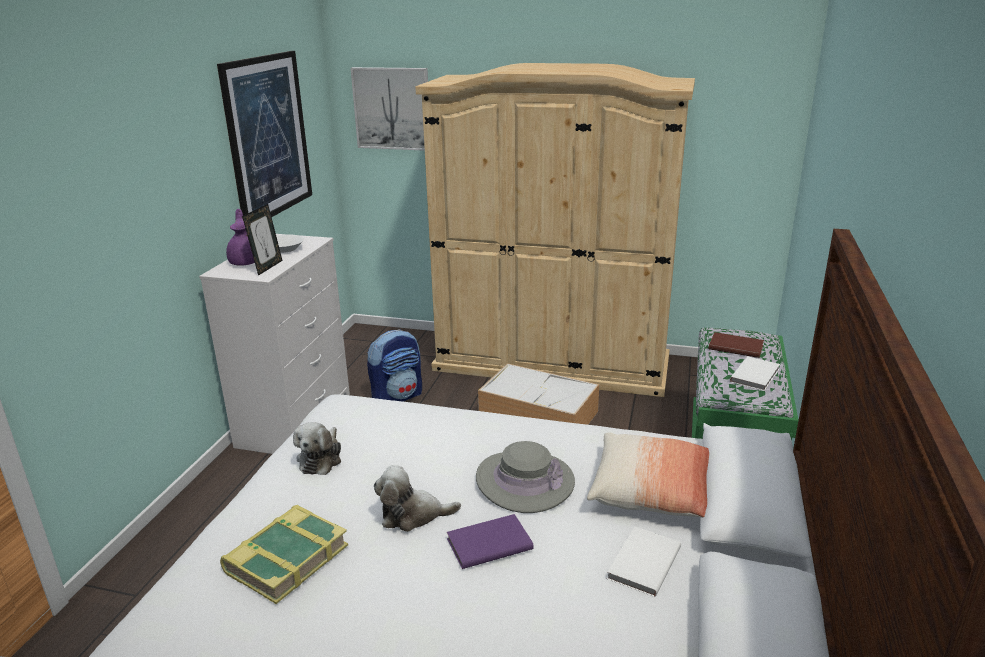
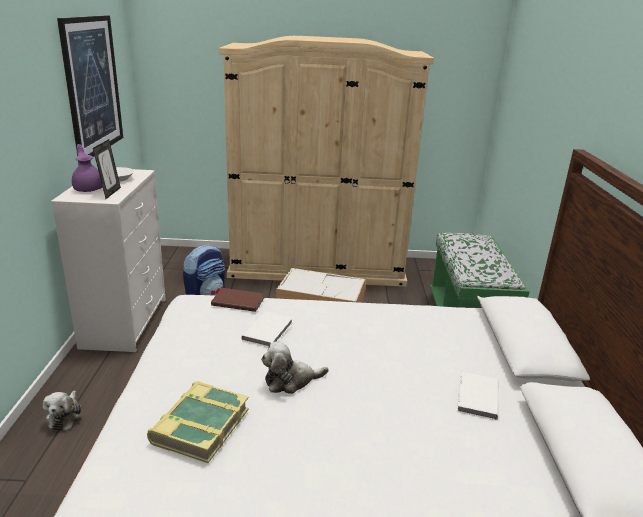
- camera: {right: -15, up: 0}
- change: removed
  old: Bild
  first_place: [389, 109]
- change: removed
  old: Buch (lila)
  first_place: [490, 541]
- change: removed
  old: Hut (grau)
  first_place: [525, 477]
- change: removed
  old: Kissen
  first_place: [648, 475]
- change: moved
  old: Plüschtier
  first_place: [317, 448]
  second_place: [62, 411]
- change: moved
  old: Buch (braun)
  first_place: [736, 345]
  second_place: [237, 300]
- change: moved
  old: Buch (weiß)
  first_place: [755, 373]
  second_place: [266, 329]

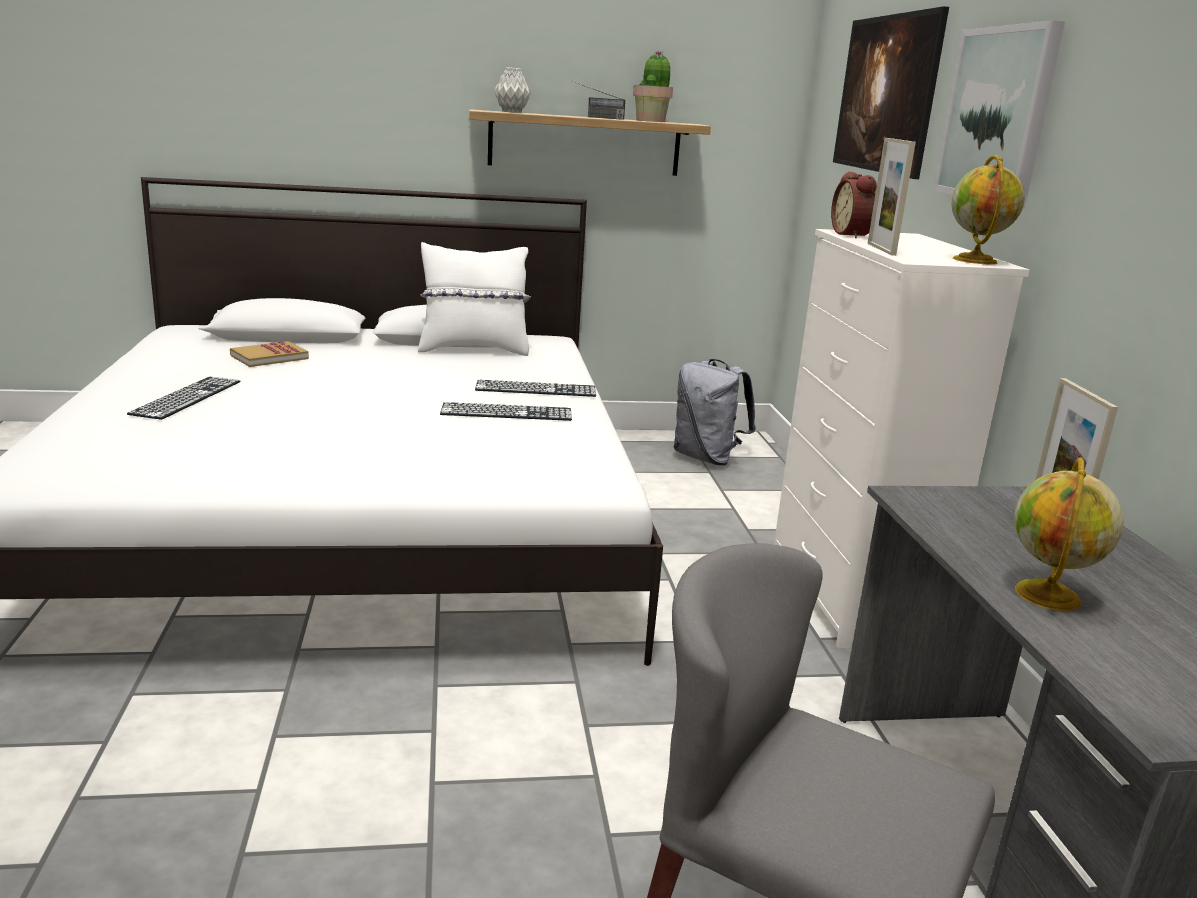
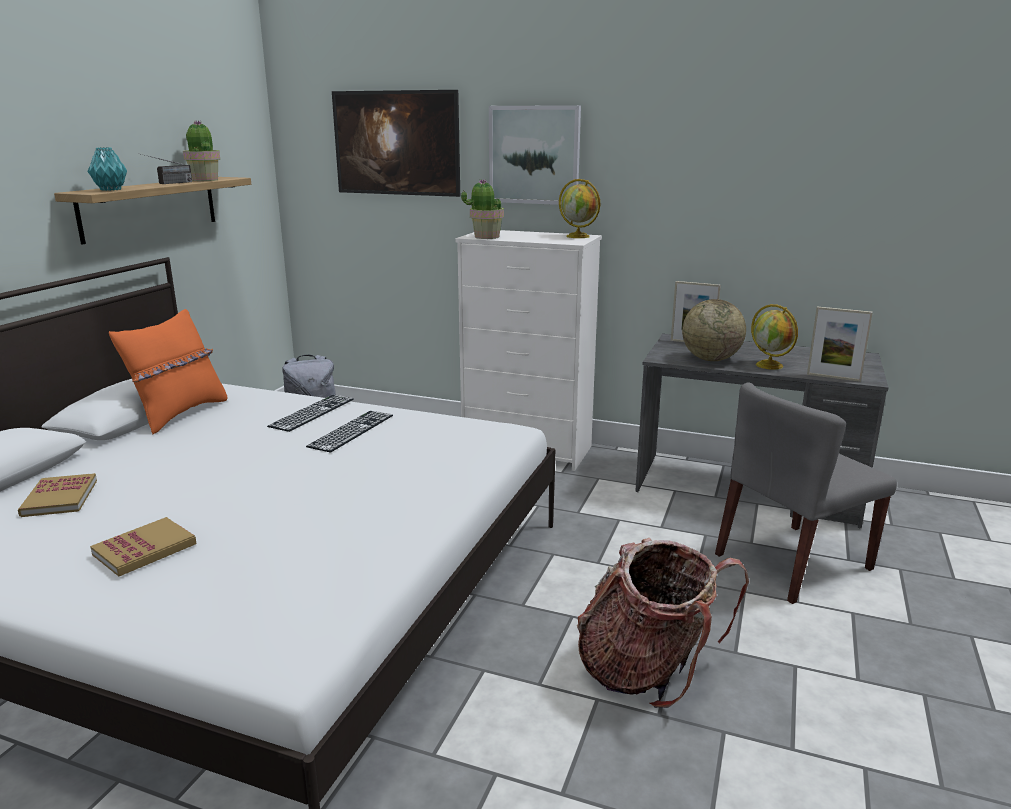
- camera: {right: -60, up: 0}
- change: added
  new: Rucksack
  second_place: [663, 623]
- change: added
  new: Globus
  second_place: [714, 330]
- change: moved
  old: Bilderrahmen
  first_place: [891, 197]
  second_place: [840, 344]
- change: replaced
  old: Tastatur
  new: Buch
  first_place: [183, 398]
  second_place: [143, 546]
- change: replaced
  old: Wecker
  new: Topfpflanze
  first_place: [854, 205]
  second_place: [482, 209]
- change: recoloured
  old: Kissen (weiß)
  new: Kissen (orange)
  first_place: [474, 299]
  second_place: [168, 371]
- change: recoloured
  old: Vase (grau)
  new: Vase (türkis)
  first_place: [512, 90]
  second_place: [107, 169]

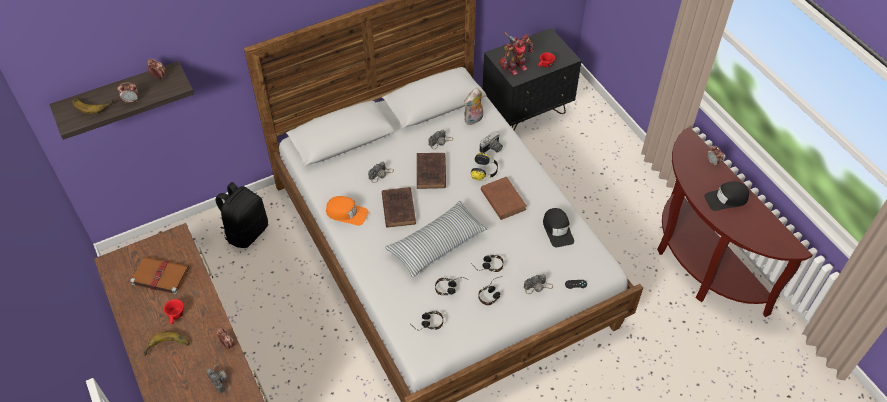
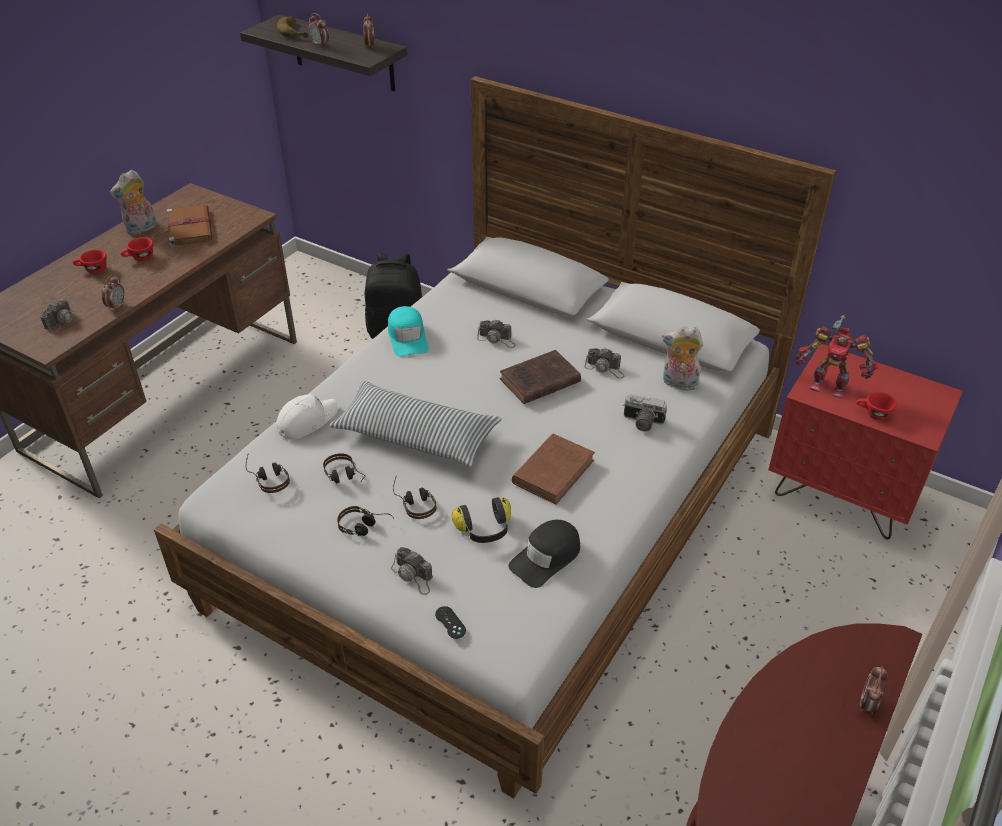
- camera: {right: 60, up: -10}
- change: removed
  old: Buch (braun)
  first_place: [399, 207]
- change: removed
  old: Kappe (schwarz)
  first_place: [726, 196]
- change: added
  new: Plüschtier
  second_place: [133, 202]
- change: added
  new: Kappe (weiß)
  second_place: [307, 416]
- change: moved
  old: Kopfhörer
  first_place: [484, 166]
  second_place: [481, 520]
- change: replaced
  old: Banane
  new: Tasse (rot)
  first_place: [167, 344]
  second_place: [89, 261]
- change: recoloured
  old: Kappe (orange)
  new: Kappe (türkis)
  first_place: [347, 211]
  second_place: [408, 331]
- change: recoloured
  old: Nachttisch (schwarz)
  new: Nachttisch (rot)
  first_place: [532, 79]
  second_place: [865, 441]

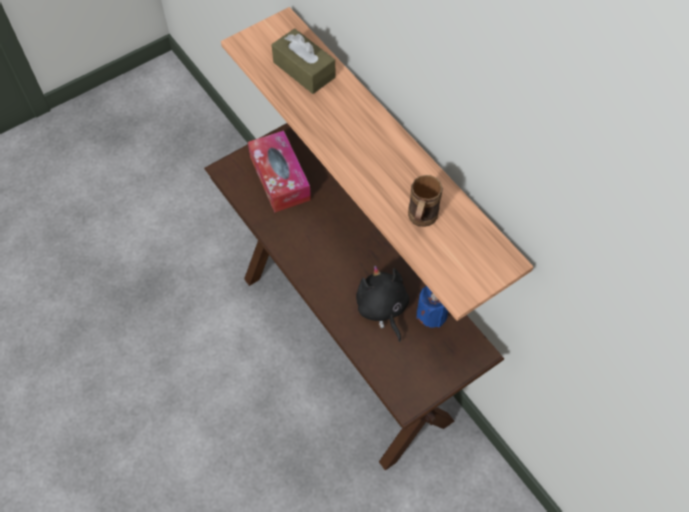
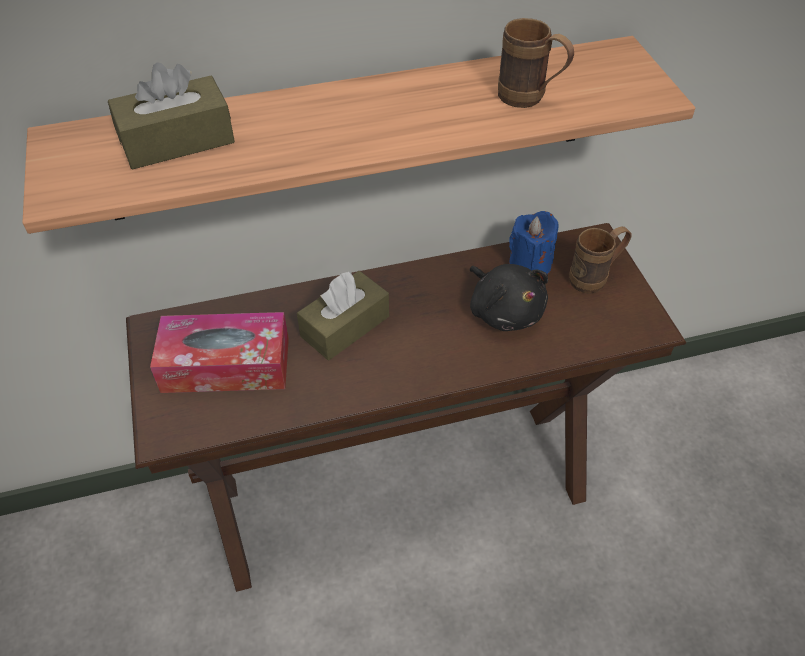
- camera: {right: -70, up: -10}
- change: added
  new: Taschentuchbox (braun)
  second_place: [343, 315]
- change: added
  new: Henkelbecher (braun)
  second_place: [600, 260]
- change: turned
  old: Plüschtier (schwarz)
  first_place: [382, 303]
  second_place: [508, 297]
  degrees: -120

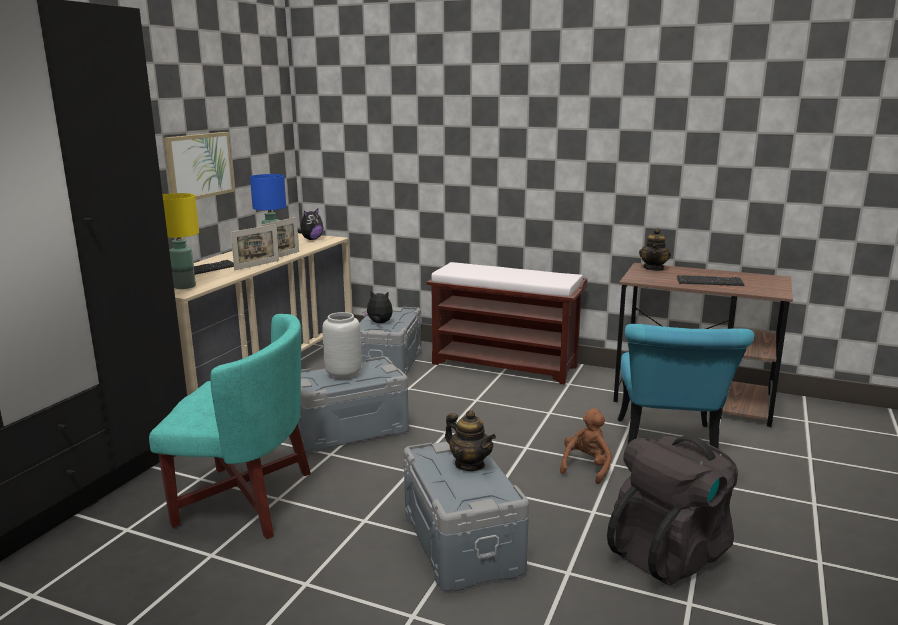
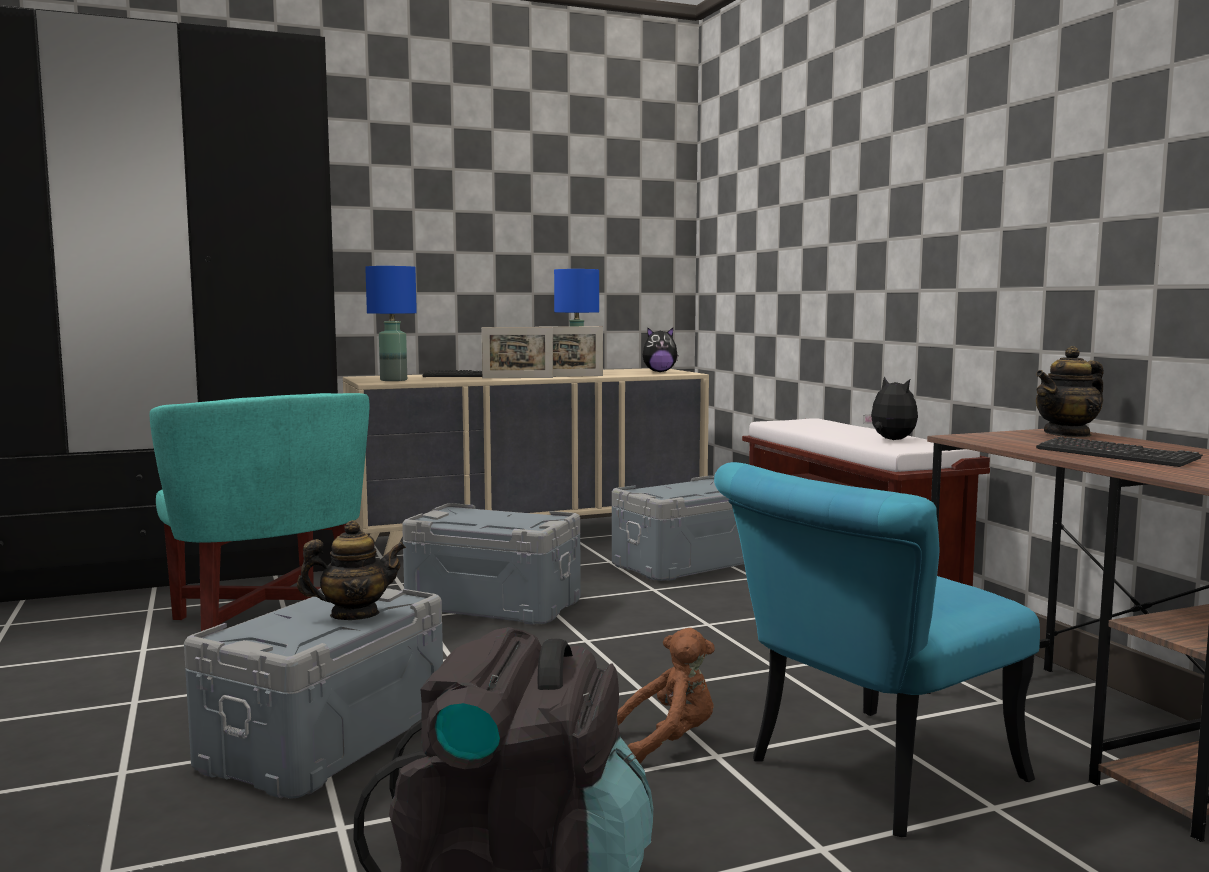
- camera: {right: 45, up: -10}
- change: removed
  old: Bild
  first_place: [199, 166]
- change: removed
  old: Vase (grau)
  first_place: [342, 345]
- change: moved
  old: Plüschtier
  first_place: [378, 307]
  second_place: [890, 408]
- change: recoloured
  old: Tischlampe (gelb)
  new: Tischlampe (blau)
  first_place: [180, 241]
  second_place: [391, 323]
- change: turned
  old: Teekanne
  first_place: [470, 440]
  second_place: [351, 570]
  degrees: -105

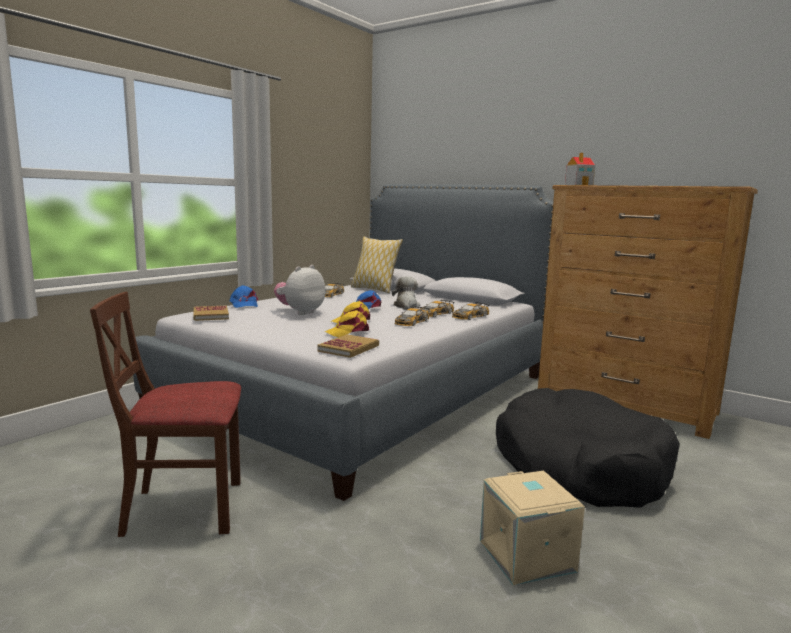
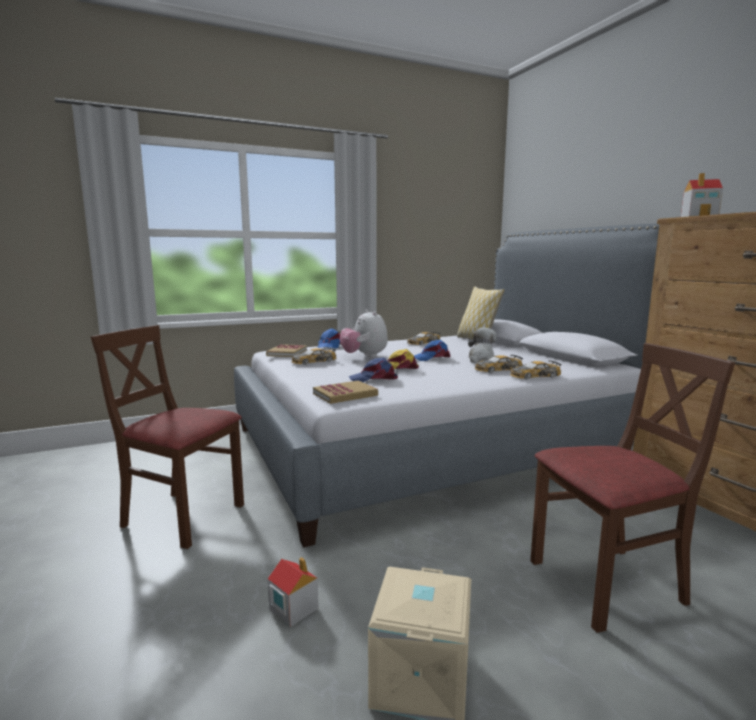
- camera: {right: 30, up: 0}
- change: added
  new: Spielzeughaus
  second_place: [293, 592]
- change: moved
  old: Spielzeugauto
  first_place: [412, 316]
  second_place: [314, 356]
- change: replaced
  old: Hundebett (schwarz)
  new: Stuhl (braun)
  first_place: [588, 448]
  second_place: [632, 488]
- change: recoloured
  old: Kappe (gelb)
  new: Kappe (blau)
  first_place: [347, 323]
  second_place: [373, 369]
- change: turned
  old: Plüschtier
  first_place: [299, 290]
  second_place: [364, 334]
  degrees: -90

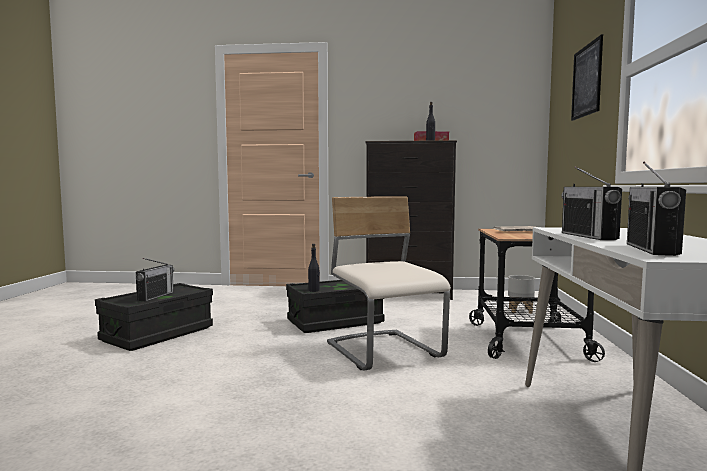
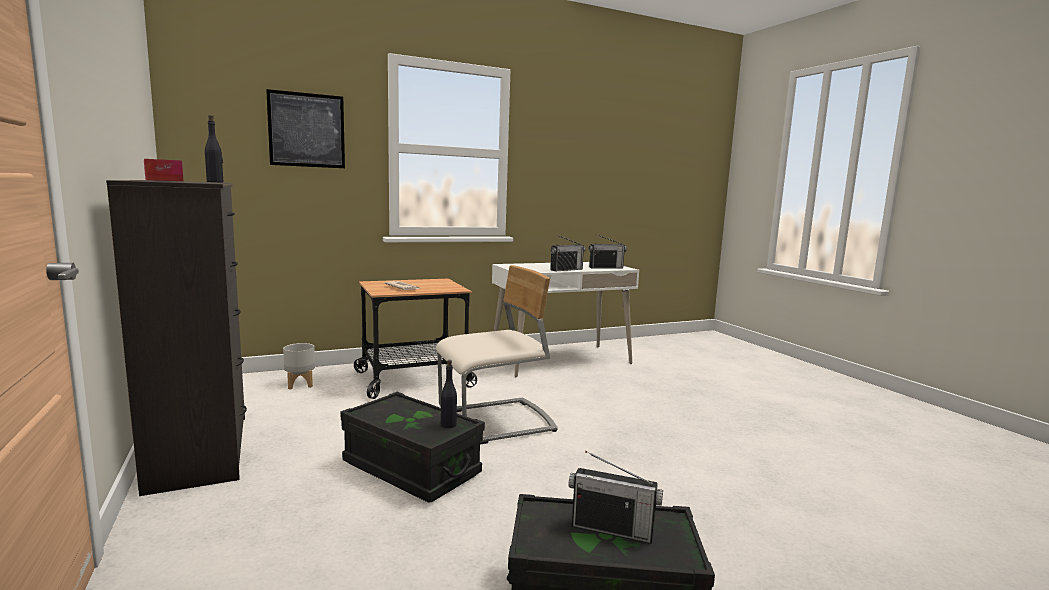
- camera: {right: -120, up: 5}
- change: turned
  old: Radio
  first_place: [155, 279]
  second_place: [616, 497]
  degrees: -150
- change: turned
  old: Stuhl (beige)
  first_place: [389, 283]
  second_place: [497, 354]
  degrees: -150

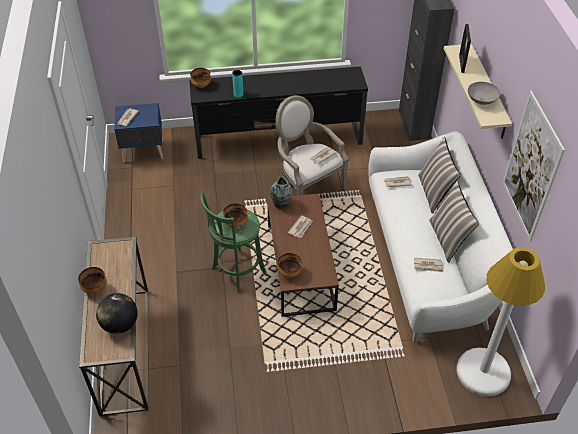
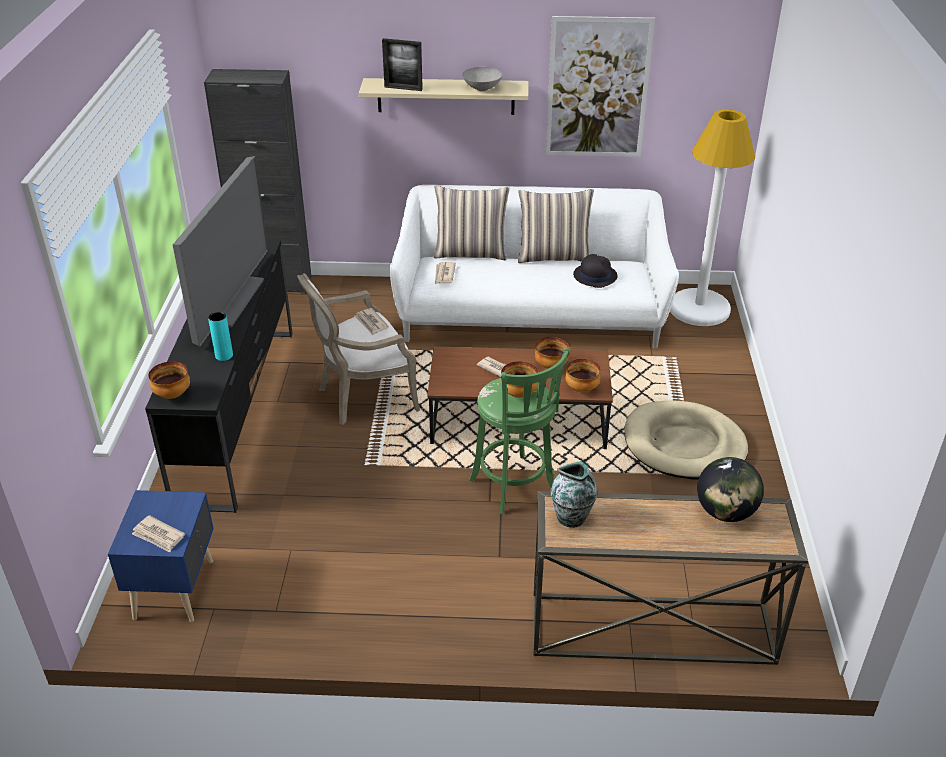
- camera: {right: -80, up: -10}
- change: added
  new: Fernseher
  second_place: [220, 251]
- change: added
  new: Hundebett (beige)
  second_place: [686, 440]
- change: moved
  old: Schüssel
  first_place: [92, 280]
  second_place: [552, 353]
- change: moved
  old: Vase
  first_place: [281, 192]
  second_place: [574, 494]
- change: replaced
  old: Zeitung
  new: Hut (schwarz)
  first_place: [428, 265]
  second_place: [595, 271]

